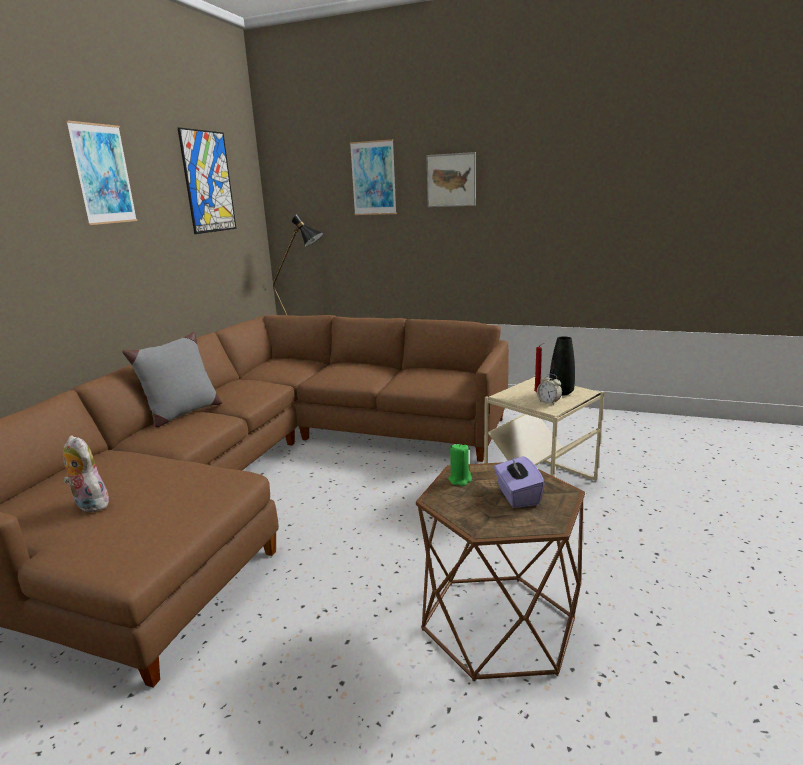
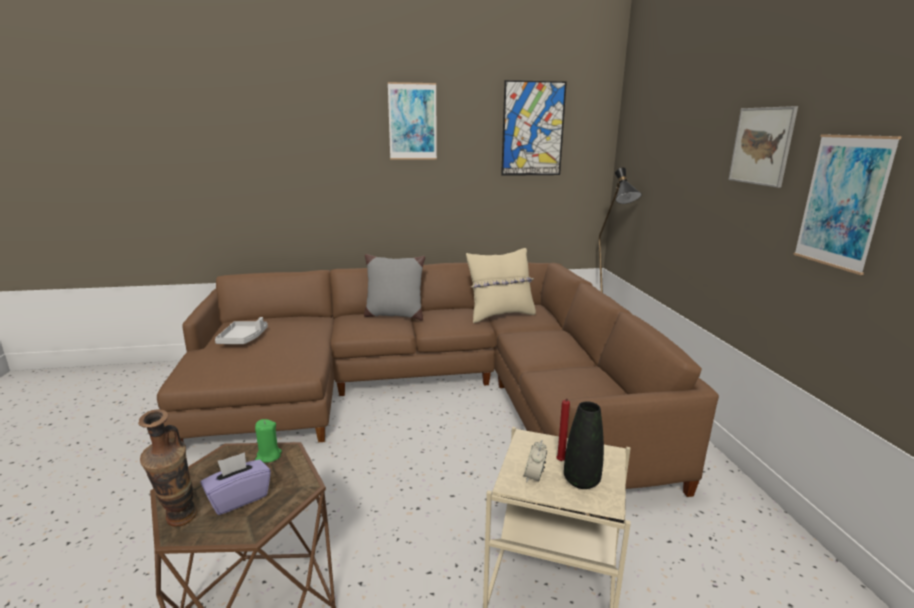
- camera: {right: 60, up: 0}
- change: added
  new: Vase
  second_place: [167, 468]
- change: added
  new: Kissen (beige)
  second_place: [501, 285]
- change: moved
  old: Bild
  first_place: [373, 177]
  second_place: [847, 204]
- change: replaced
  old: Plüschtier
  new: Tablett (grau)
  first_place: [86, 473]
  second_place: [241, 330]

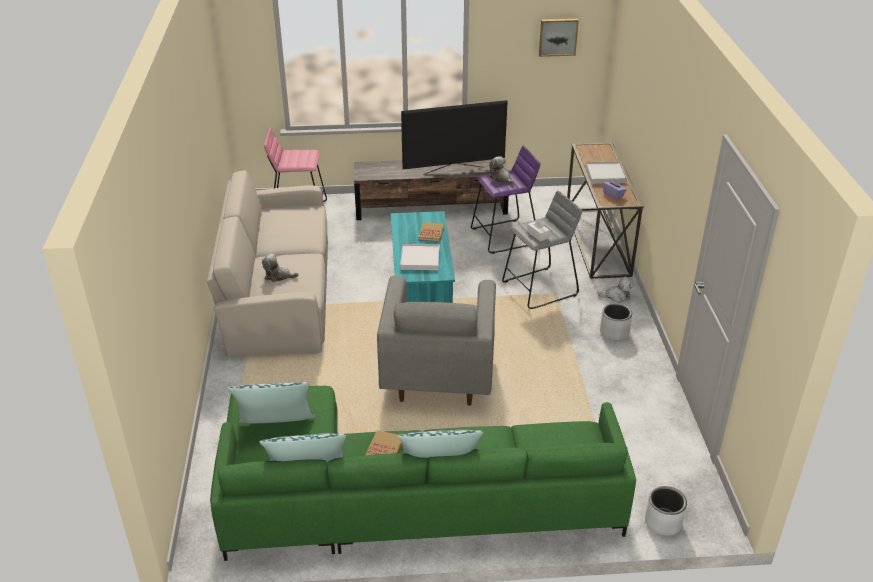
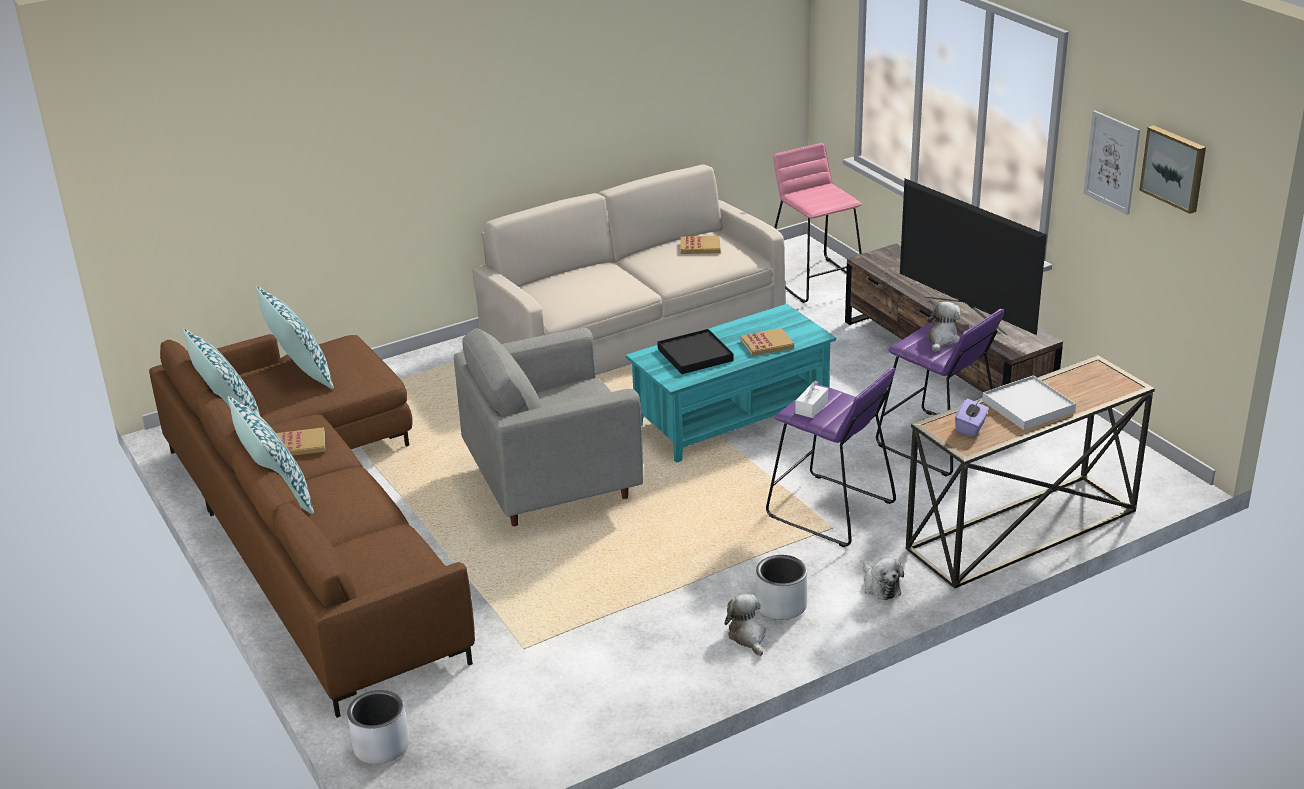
- camera: {right: 65, up: -5}
- change: added
  new: Buch
  second_place: [700, 244]
- change: added
  new: Bild
  second_place: [1112, 162]
- change: moved
  old: Plüschtier
  first_place: [280, 268]
  second_place: [745, 625]
- change: recoloured
  old: Sofa (grün)
  new: Sofa (braun)
  first_place: [423, 473]
  second_place: [312, 526]
- change: recoloured
  old: Tablett (weiß)
  new: Tablett (schwarz)
  first_place: [419, 257]
  second_place: [695, 351]
- change: recoloured
  old: Hocker (grau)
  new: Hocker (lila)
  first_place: [542, 249]
  second_place: [831, 457]

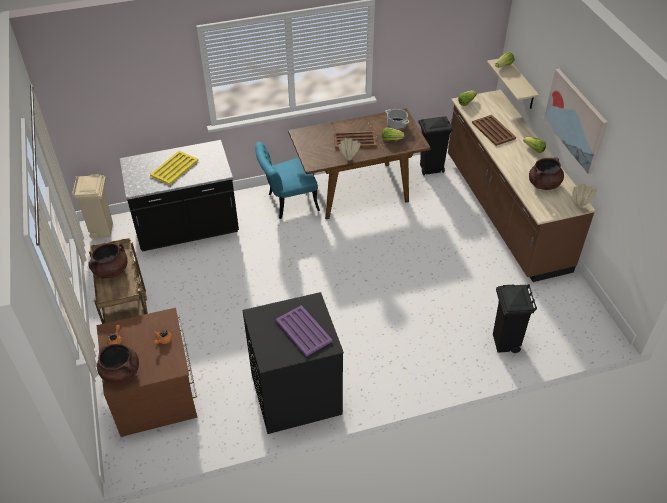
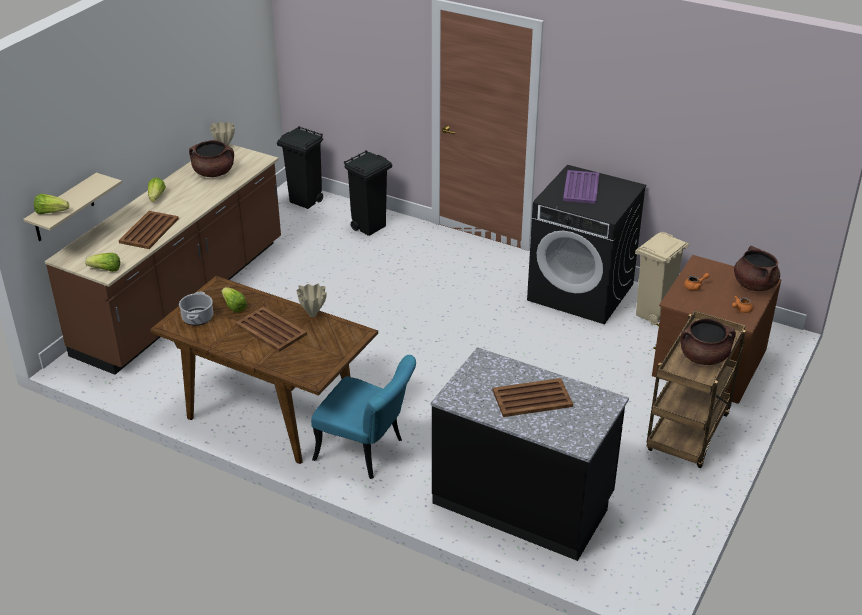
- camera: {right: -135, up: -10}
- change: removed
  old: Bild
  first_place: [575, 121]
- change: moved
  old: Mülleimer (beige)
  first_place: [92, 206]
  second_place: [662, 278]
- change: moved
  old: Mülleimer (schwarz)
  first_place: [435, 145]
  second_place: [300, 167]
- change: recoloured
  old: Tablett (gelb)
  new: Tablett (braun)
  first_place: [174, 168]
  second_place: [533, 397]

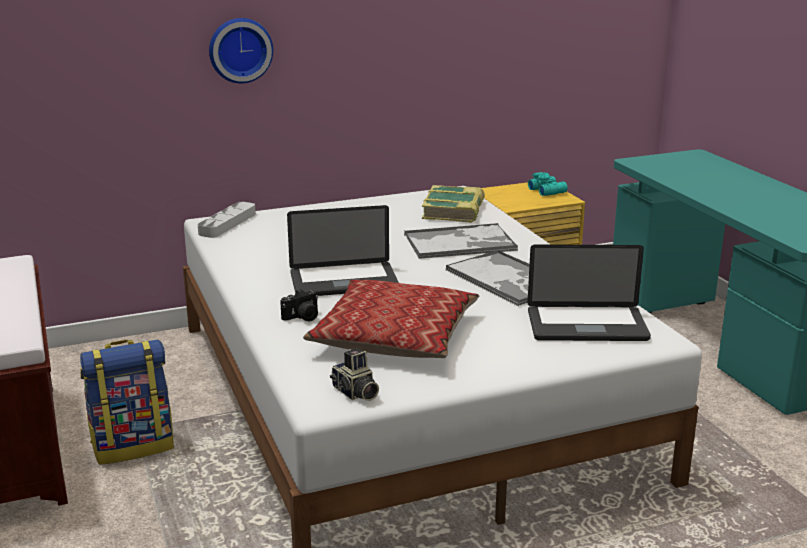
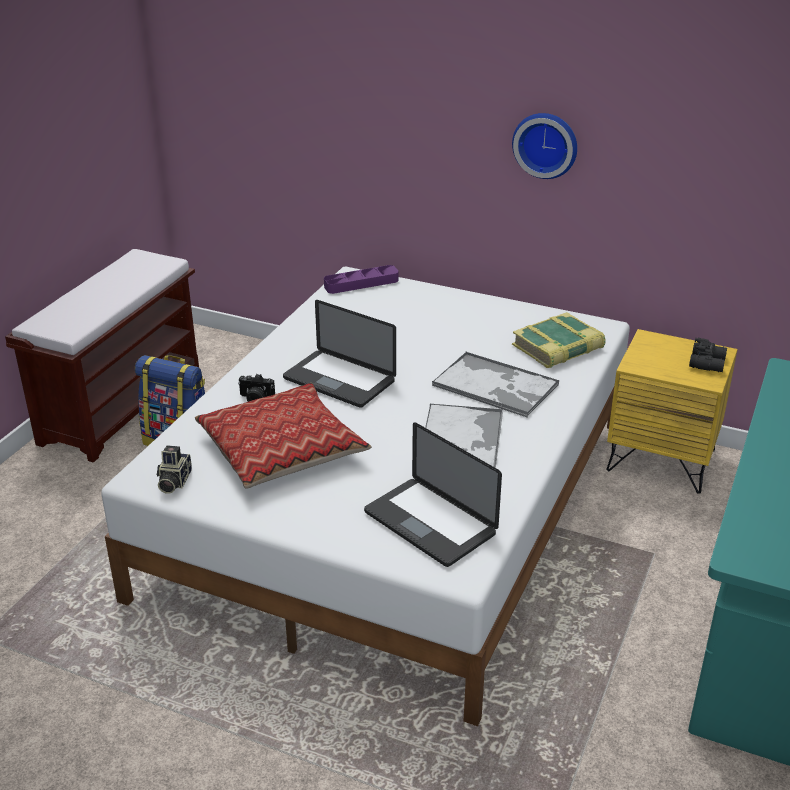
- camera: {right: 45, up: 10}
- change: moved
  old: Wanduhr
  first_place: [241, 50]
  second_place: [544, 146]
- change: recoloured
  old: Tablett (grau)
  new: Tablett (lila)
  first_place: [227, 220]
  second_place: [361, 279]
- change: recoloured
  old: Fernglas (türkis)
  new: Fernglas (schwarz)
  first_place: [548, 184]
  second_place: [708, 354]

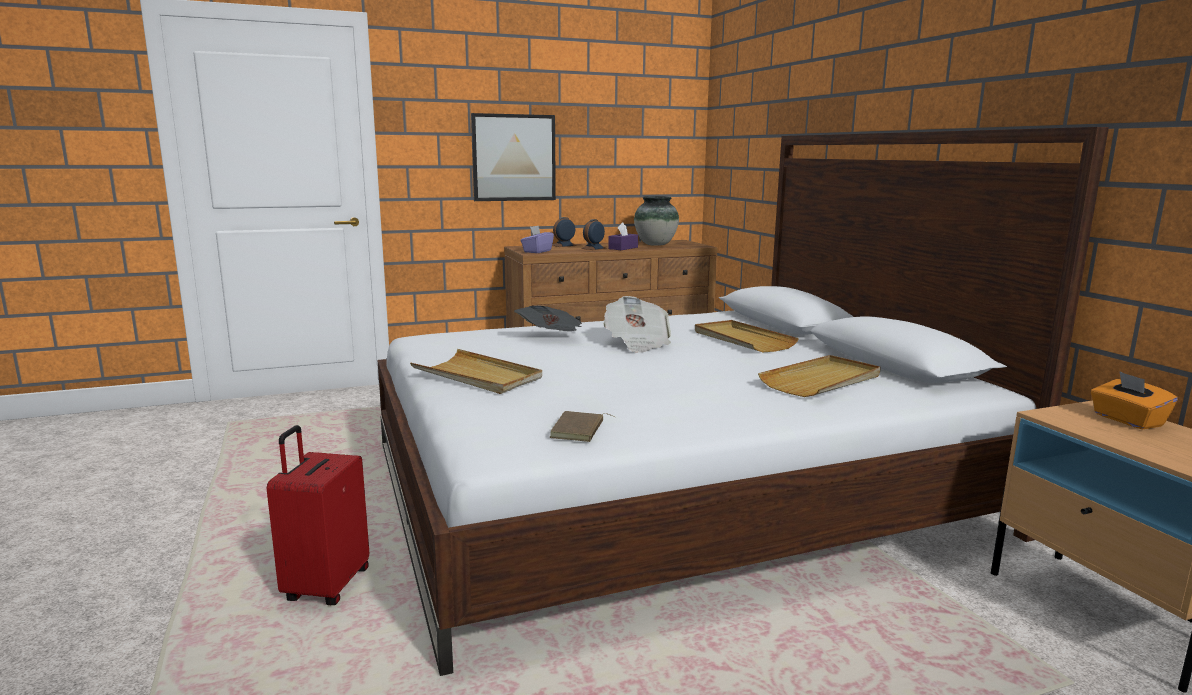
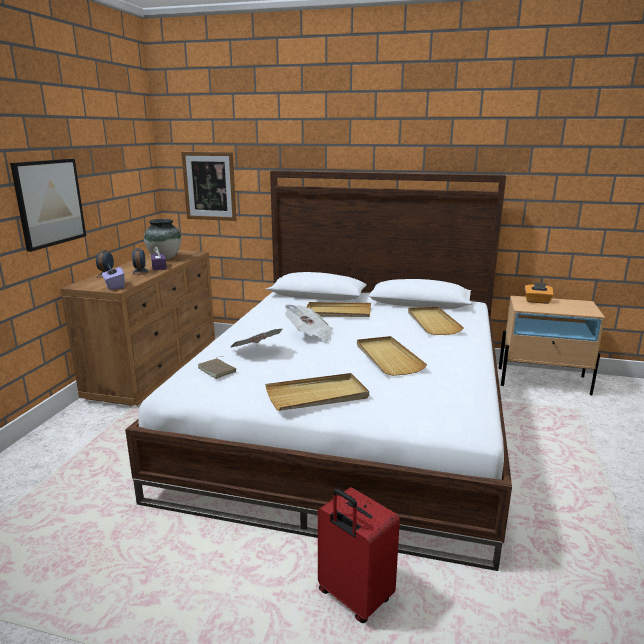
- camera: {right: -55, up: 5}
- change: added
  new: Bild
  second_place: [209, 186]
- change: added
  new: Tablett (beige)
  second_place: [392, 356]
- change: moved
  old: Buch (braun)
  first_place: [582, 426]
  second_place: [217, 368]

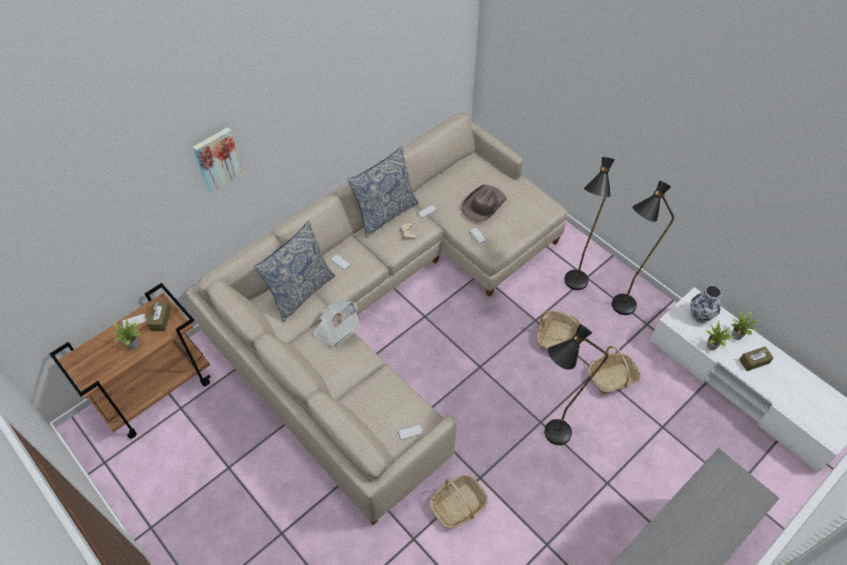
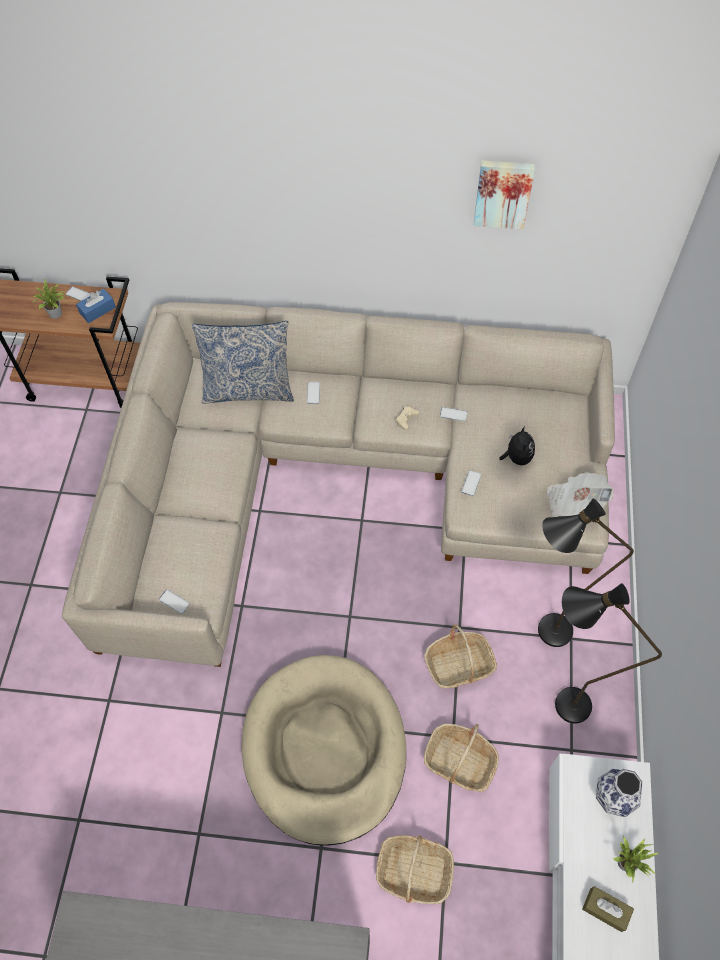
- camera: {right: 50, up: 5}
- change: removed
  old: Kissen
  first_place: [383, 191]
- change: removed
  old: Topfpflanze
  first_place: [720, 335]
- change: moved
  old: Bild
  first_place: [218, 160]
  second_place: [504, 195]
- change: moved
  old: Zeitung
  first_place: [336, 323]
  second_place: [580, 494]
- change: moved
  old: Korb
  first_place: [459, 501]
  second_place: [415, 869]
- change: replaced
  old: Hut (braun)
  new: Plüschtier
  first_place: [484, 203]
  second_place: [517, 445]
- change: replaced
  old: Stehlampe (schwarz)
  new: Hundebett (beige)
  first_place: [576, 384]
  second_place: [323, 750]
- change: recoloured
  old: Taschentuchbox (braun)
  new: Taschentuchbox (blau)
  first_place: [159, 316]
  second_place: [96, 305]

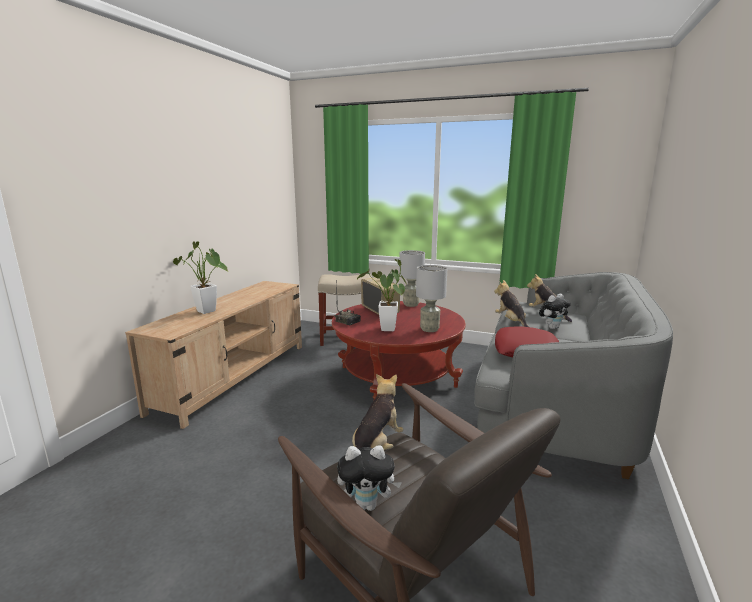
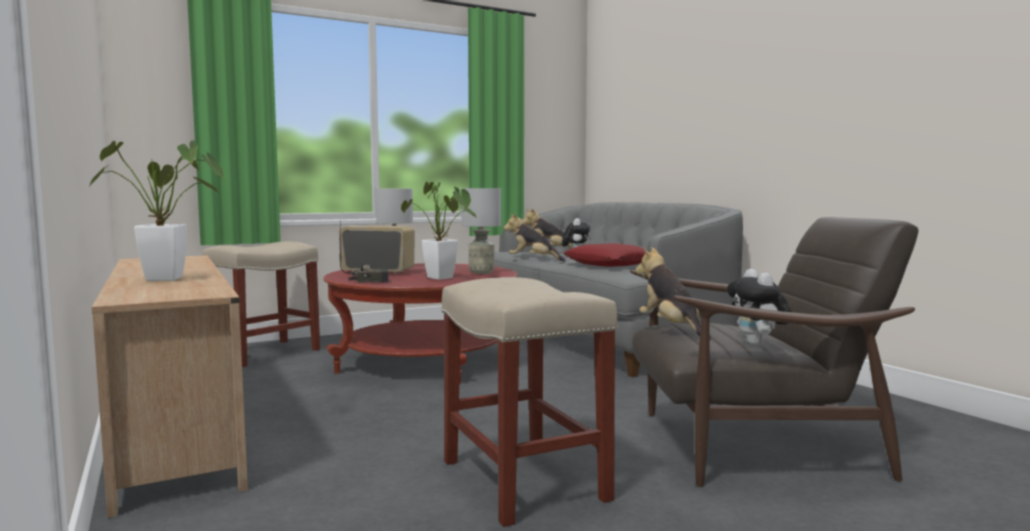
- camera: {right: -50, up: -10}
- change: added
  new: Hocker (beige)
  second_place: [530, 402]
- change: turned
  old: Plüschtier
  first_place: [369, 478]
  second_place: [759, 307]
  degrees: 135

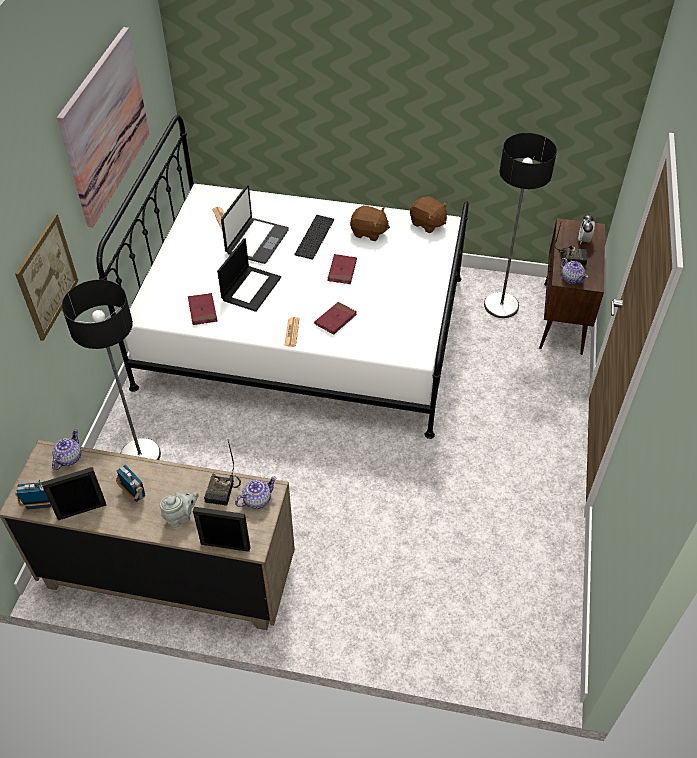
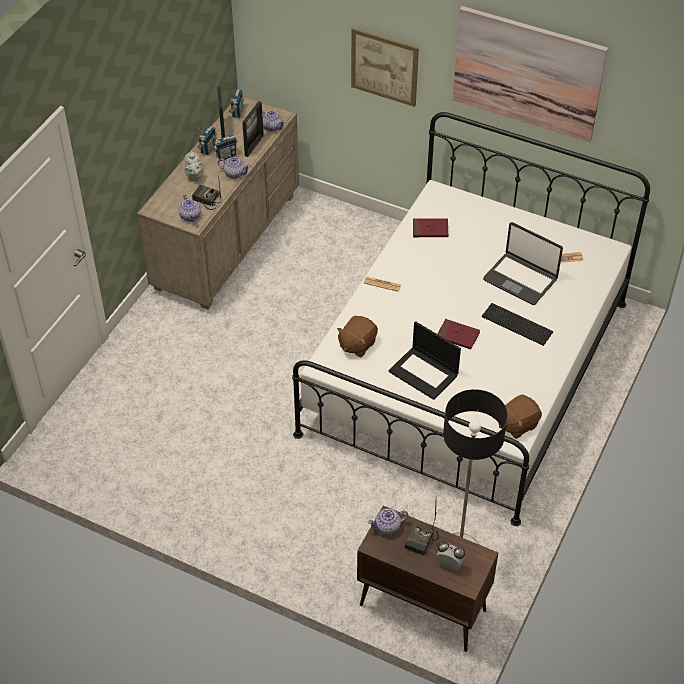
- camera: {right: 105, up: 0}
- change: removed
  old: Stehlampe
  first_place: [111, 370]
- change: removed
  old: Buch (rot)
  first_place: [335, 318]
- change: added
  new: Radio
  second_place: [206, 140]
- change: added
  new: Teekanne
  second_place: [234, 168]
- change: moved
  old: Bilderrahmen
  first_place: [221, 529]
  second_place: [253, 129]
- change: moved
  old: Laptop
  first_place: [249, 275]
  second_place: [425, 360]
- change: moved
  old: Plüschtier (braun)
  first_place: [370, 223]
  second_place: [357, 336]

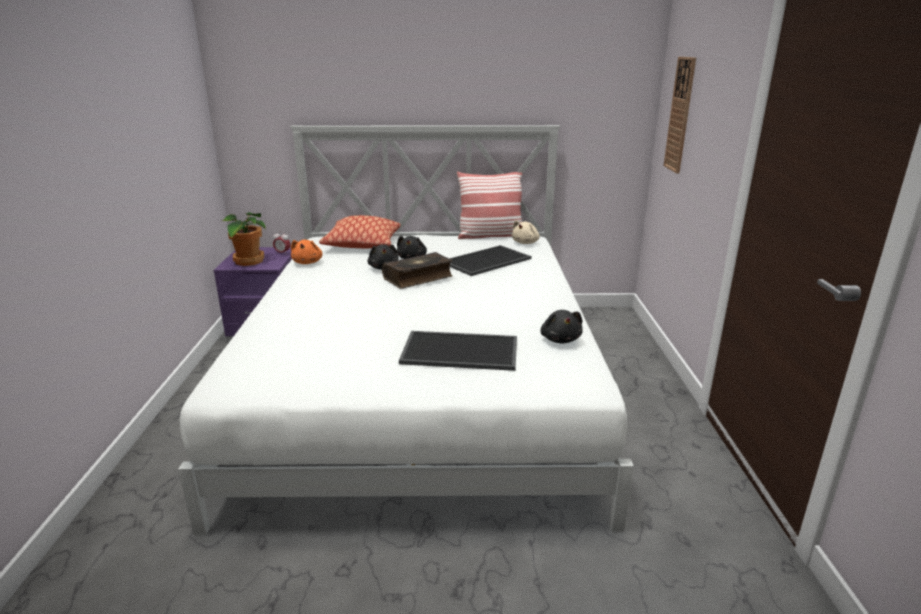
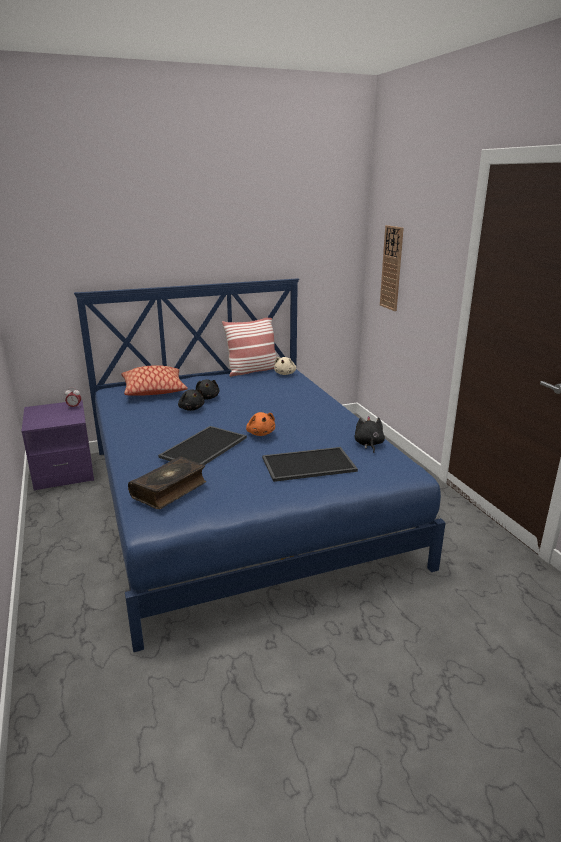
- camera: {right: -20, up: 0}
- change: removed
  old: Topfpflanze
  first_place: [243, 239]
- change: moved
  old: Plüschtier (orange)
  first_place: [307, 252]
  second_place: [260, 424]
- change: moved
  old: Buch
  first_place: [417, 270]
  second_place: [167, 482]
- change: moved
  old: Tablett
  first_place: [490, 260]
  second_place: [202, 445]
- change: recoloured
  old: Bett (weiß)
  new: Bett (blau)
  first_place: [406, 330]
  second_place: [260, 465]
- change: turned
  old: Plüschtier (schwarz)
  first_place: [561, 327]
  second_place: [369, 434]
  degrees: -150

